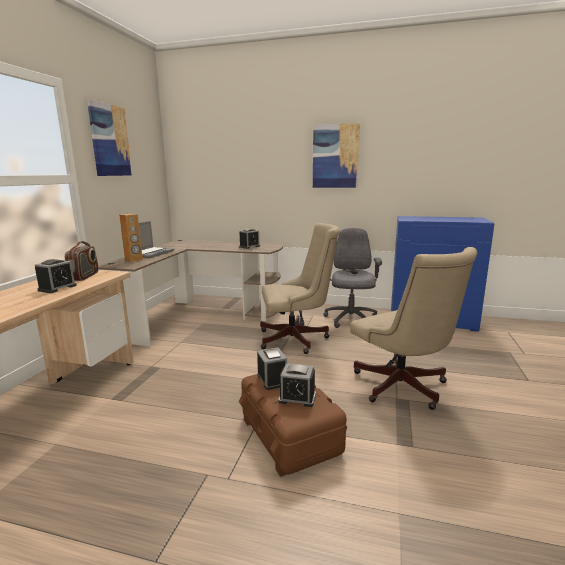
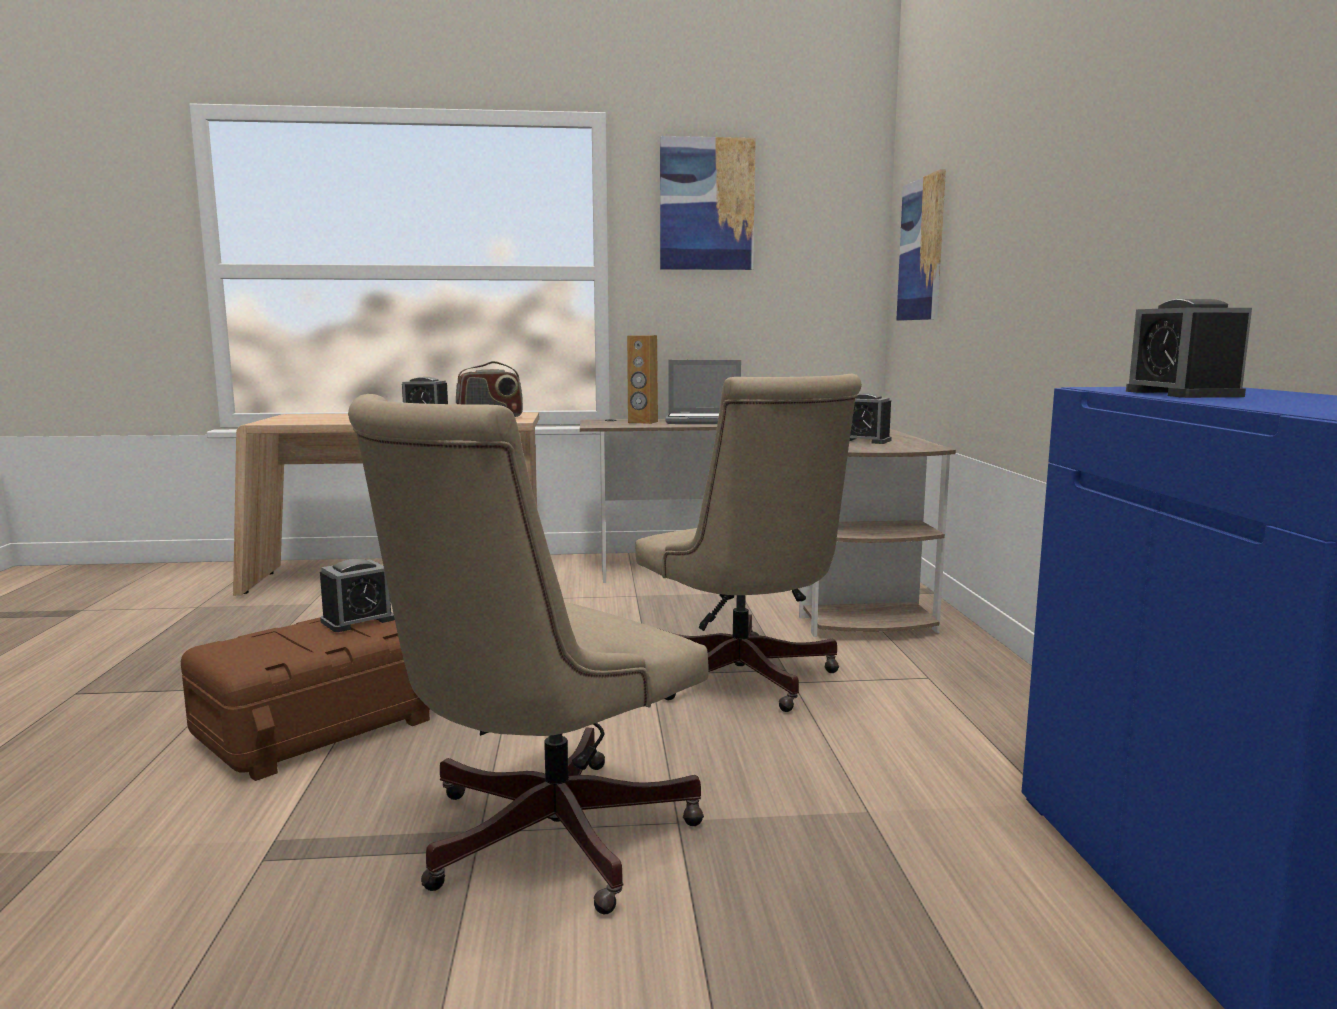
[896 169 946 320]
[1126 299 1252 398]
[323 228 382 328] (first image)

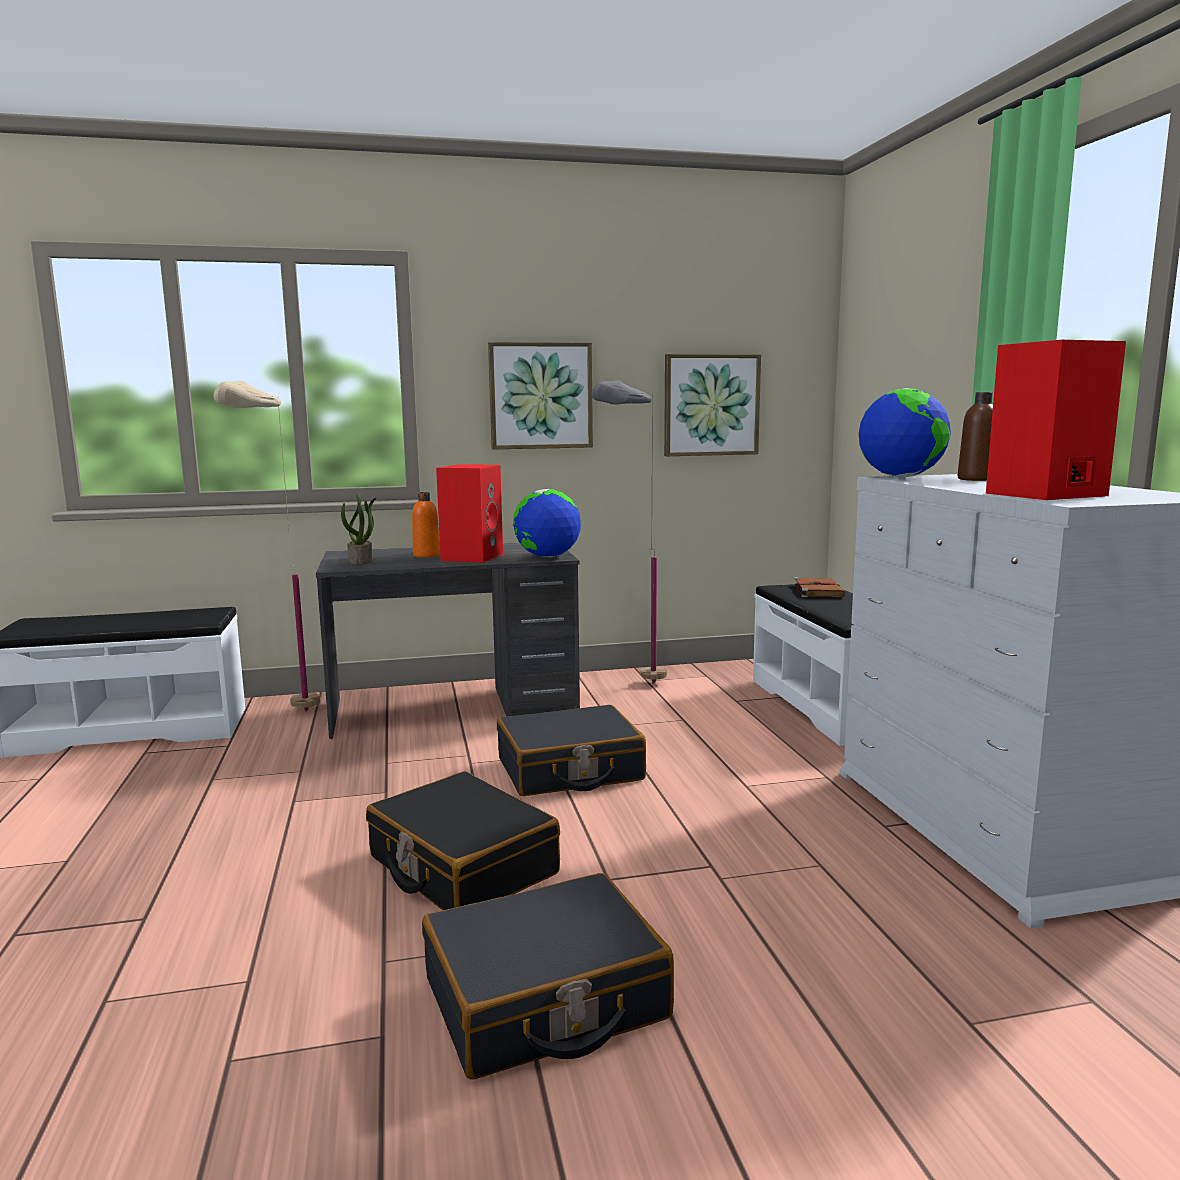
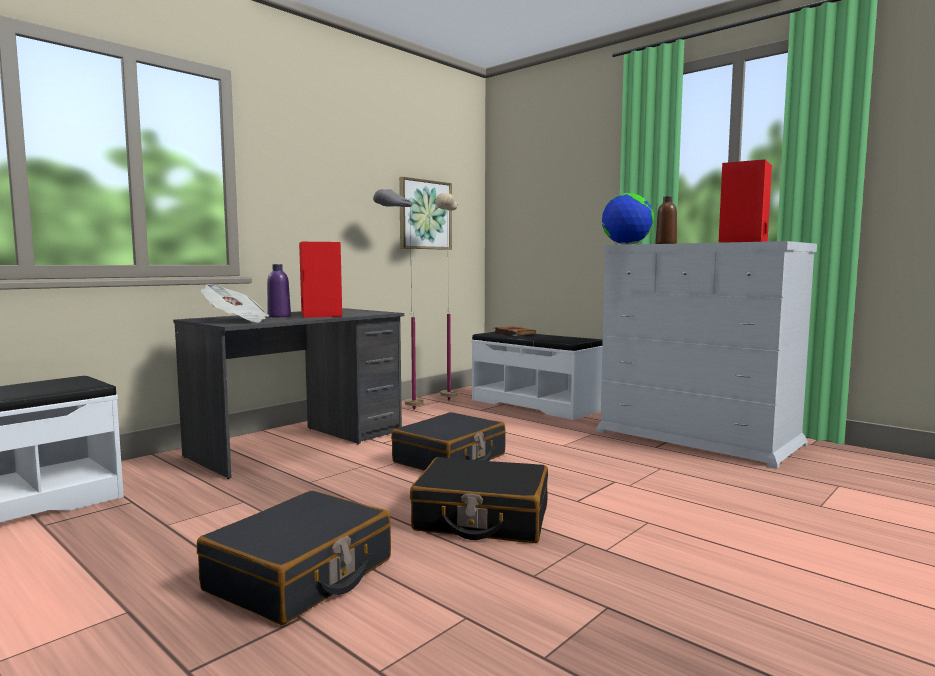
[197 491 391 625]
[201 284 269 322]
[267 264 291 317]
[435 193 458 400]
[488 342 593 449] (first image)
[513 489 581 557] (first image)

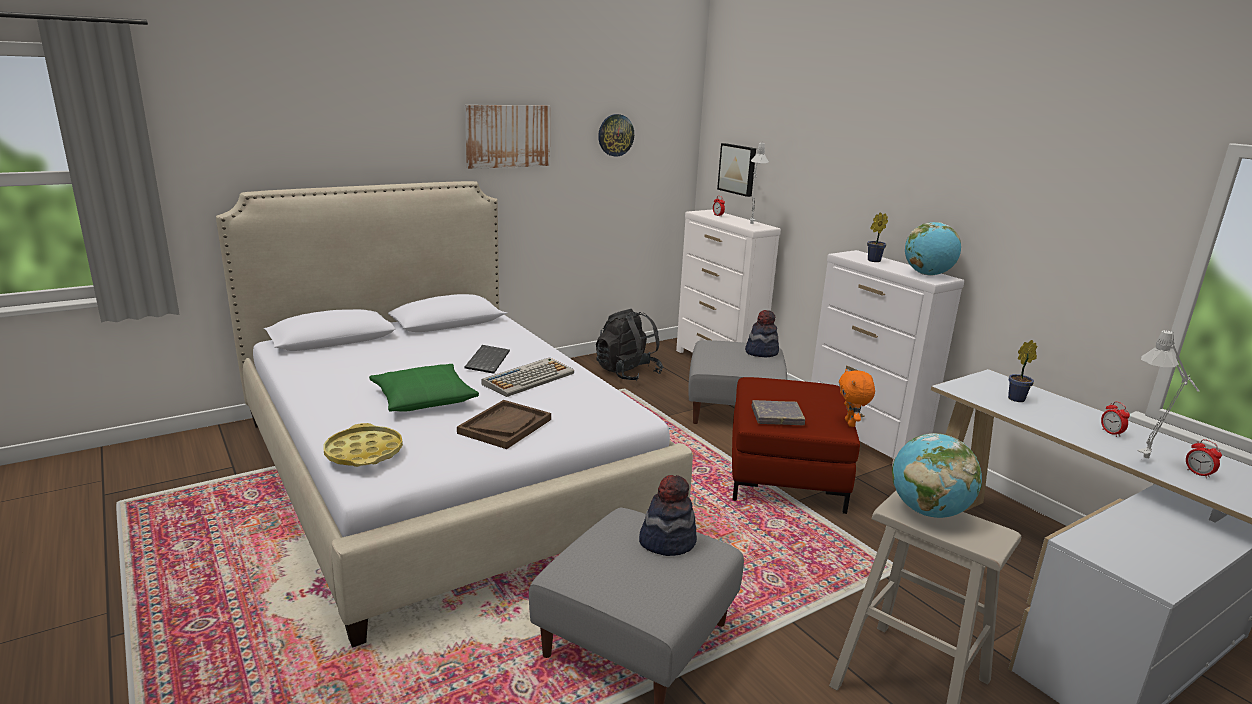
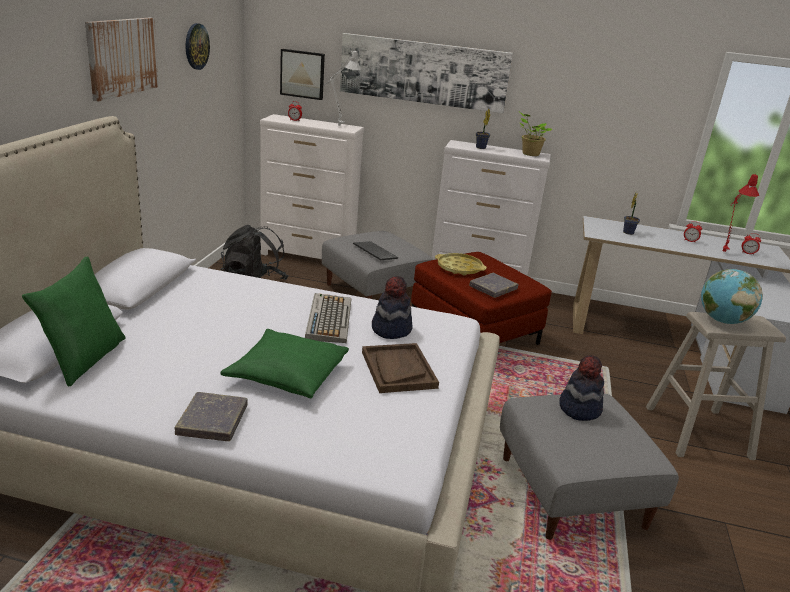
[22 256 126 386]
[174 392 248 441]
[340 33 513 113]
[353 241 398 260]
[372 276 412 339]
[435 253 487 276]
[518 111 552 156]
[723 173 759 252]
[839 369 875 427] (first image)

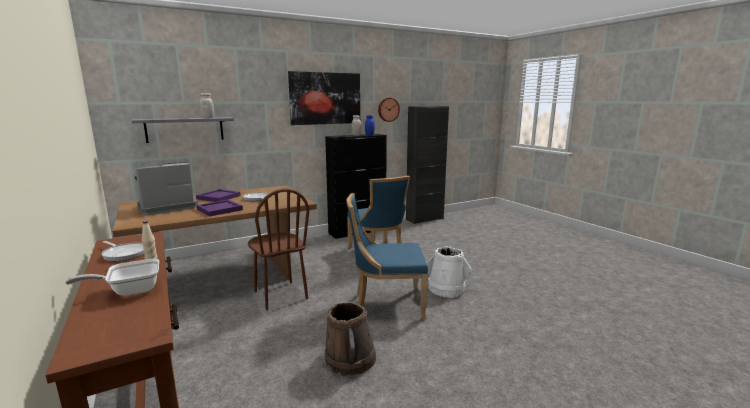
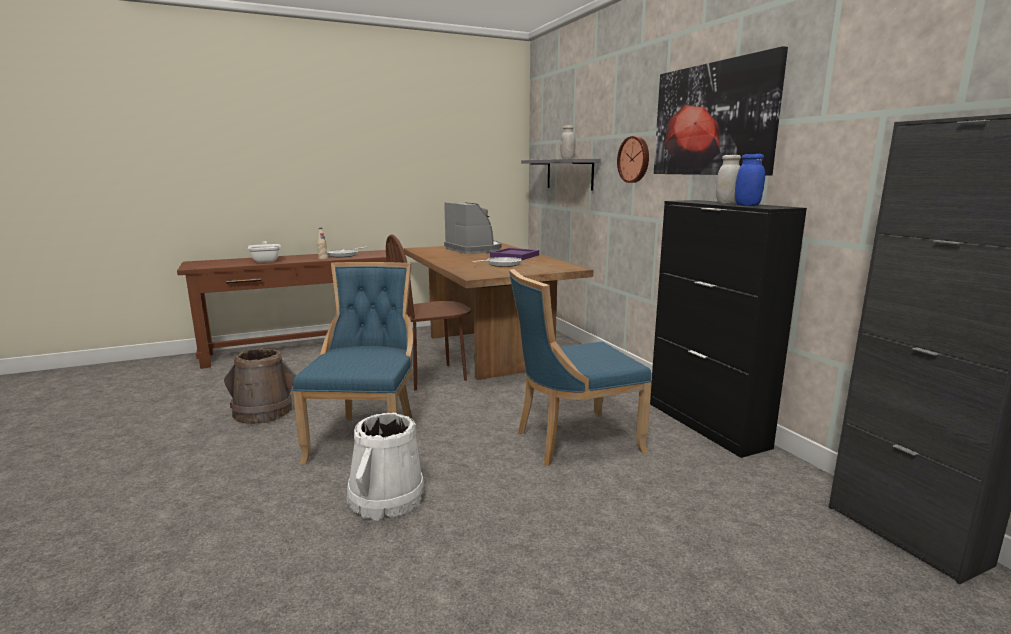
[617 136 649 183]
[197 200 243 216] (first image)

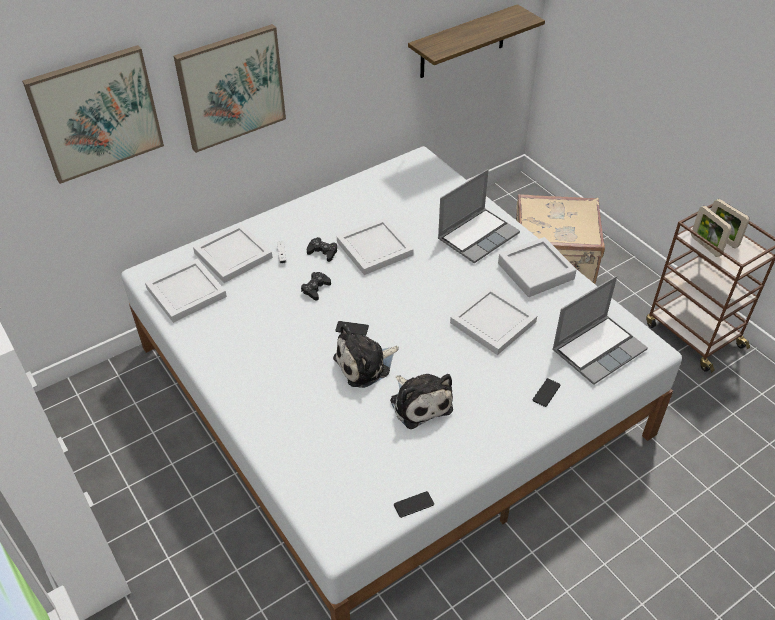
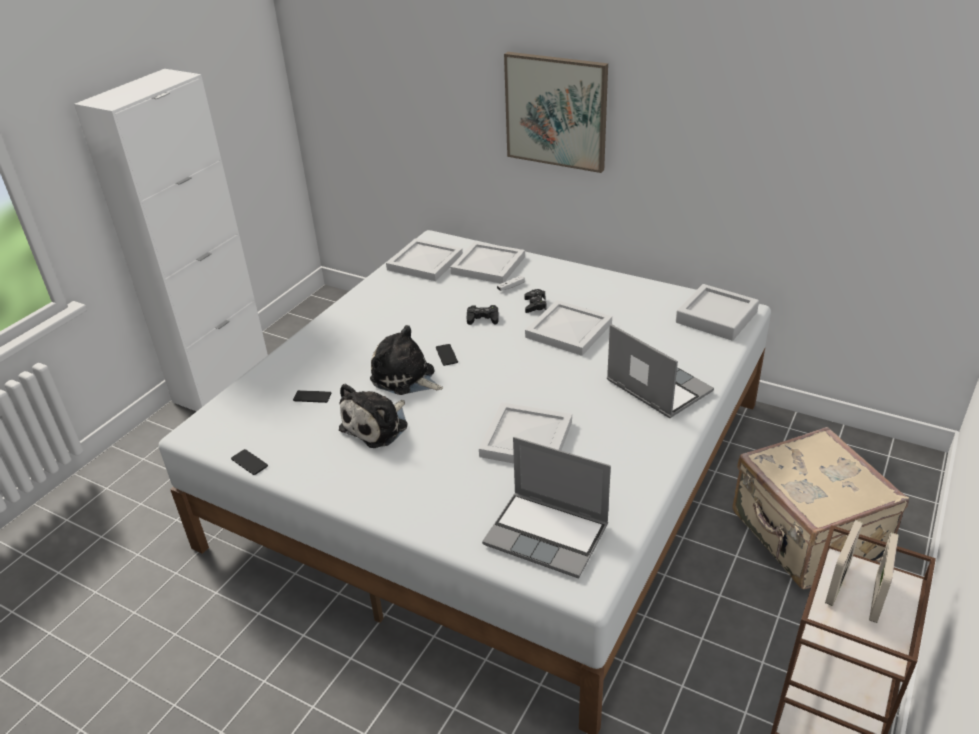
[293 390 331 403]
[607 324 714 418]
[676 284 759 341]
[22 45 164 184] (first image)
[408 4 545 78] (first image)

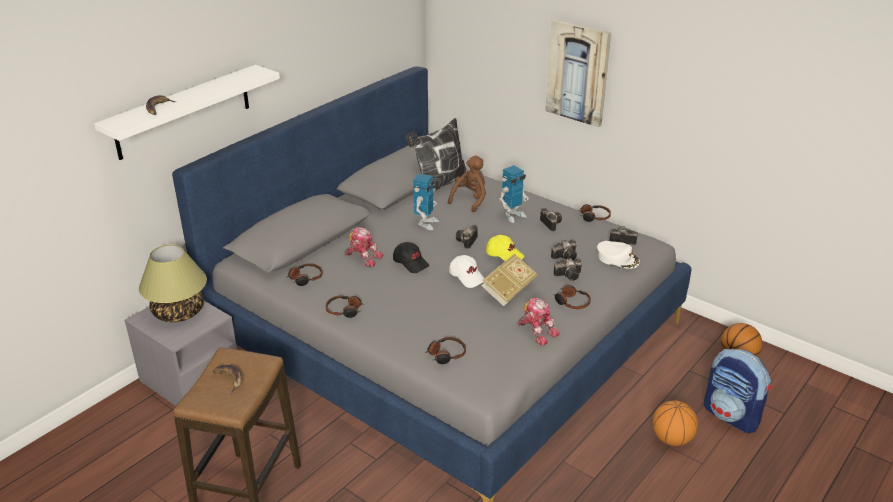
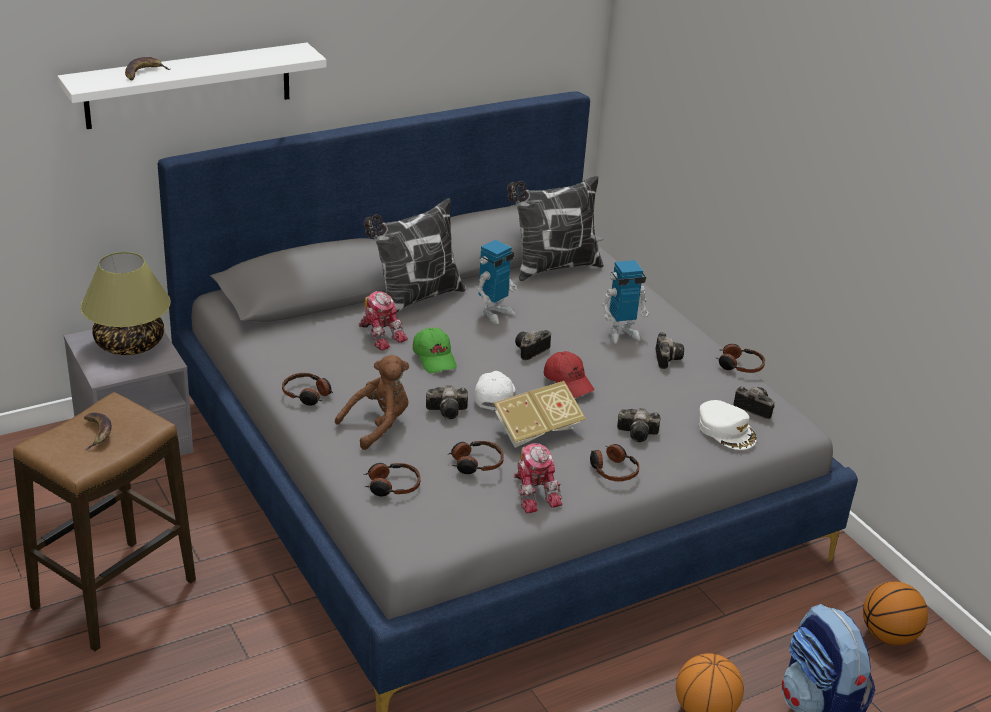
[335 355 409 450]
[364 198 466 315]
[413 328 457 373]
[426 385 468 419]
[447 441 504 474]
[474 371 515 411]
[544 351 594 398]
[545 19 611 127] (first image)

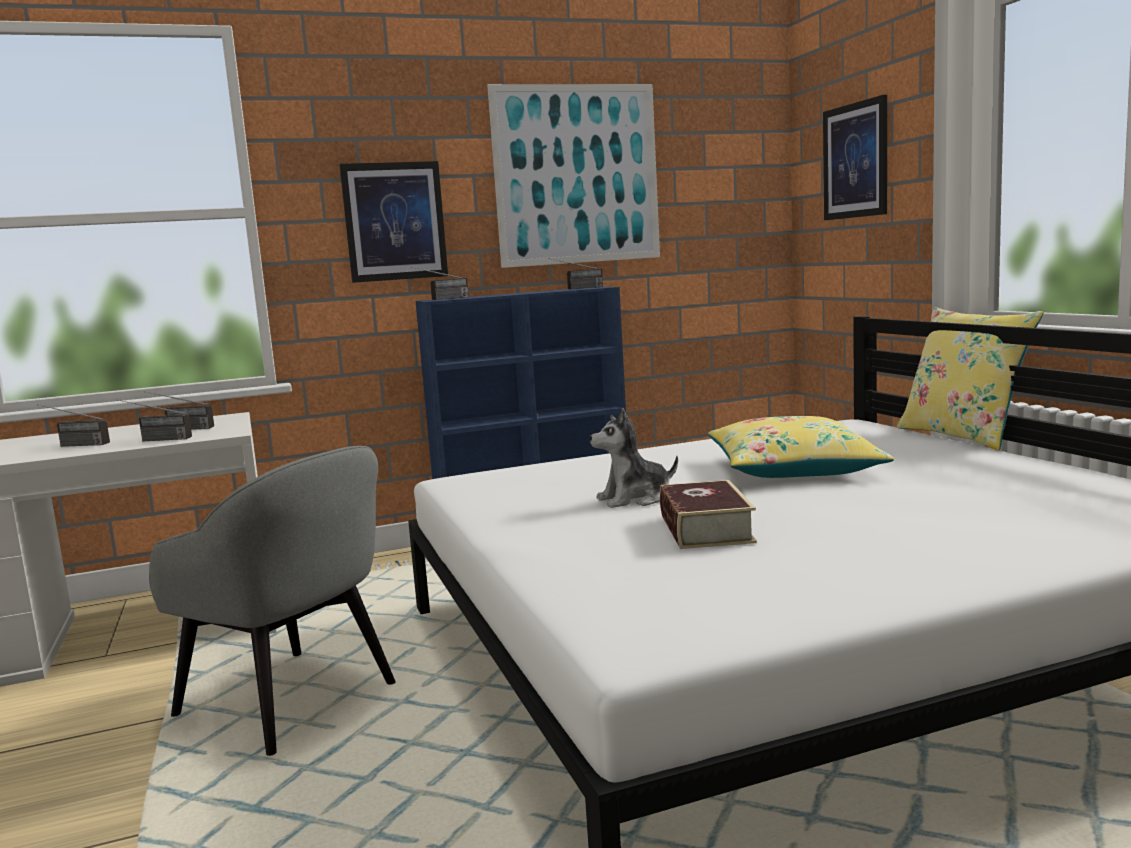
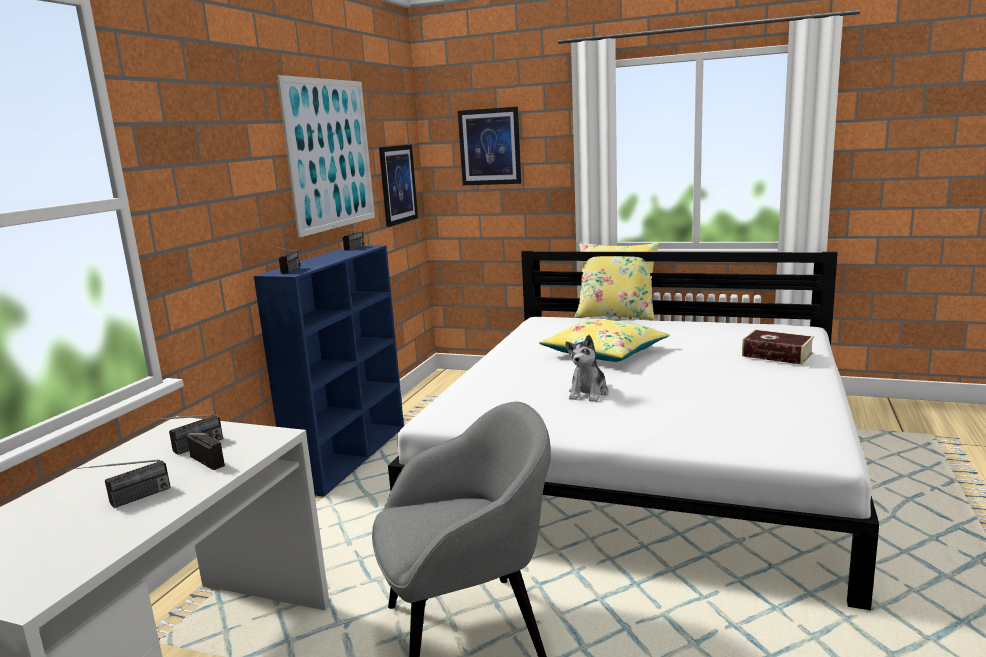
[187 431 225 470]
[379 145 418 227]
[742 329 814 365]

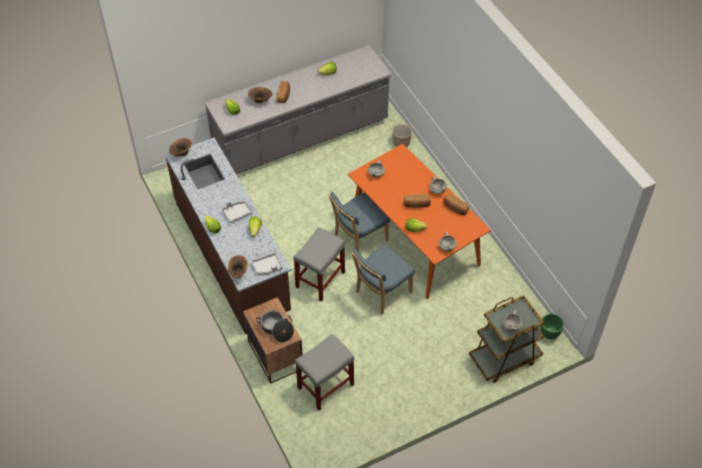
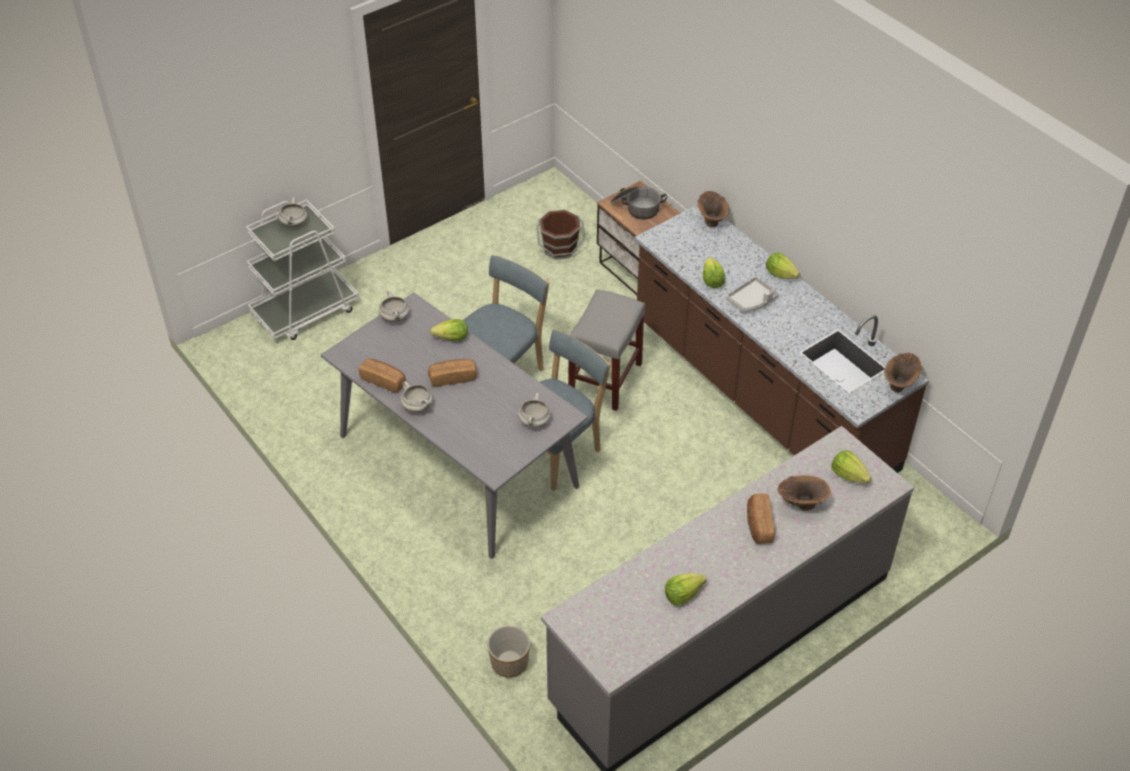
[246 199 359 340]
[321 292 588 559]
[536 209 585 259]
[251 253 283 275] (first image)
[540 313 564 339] (first image)

